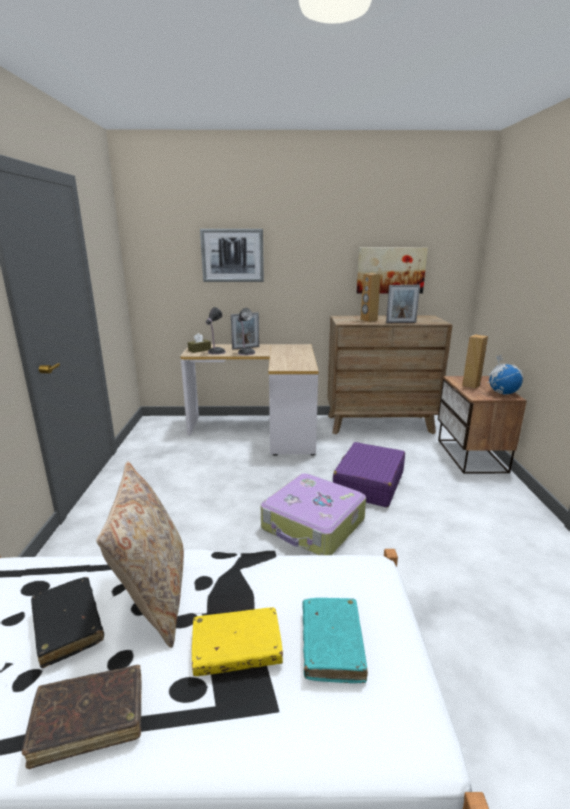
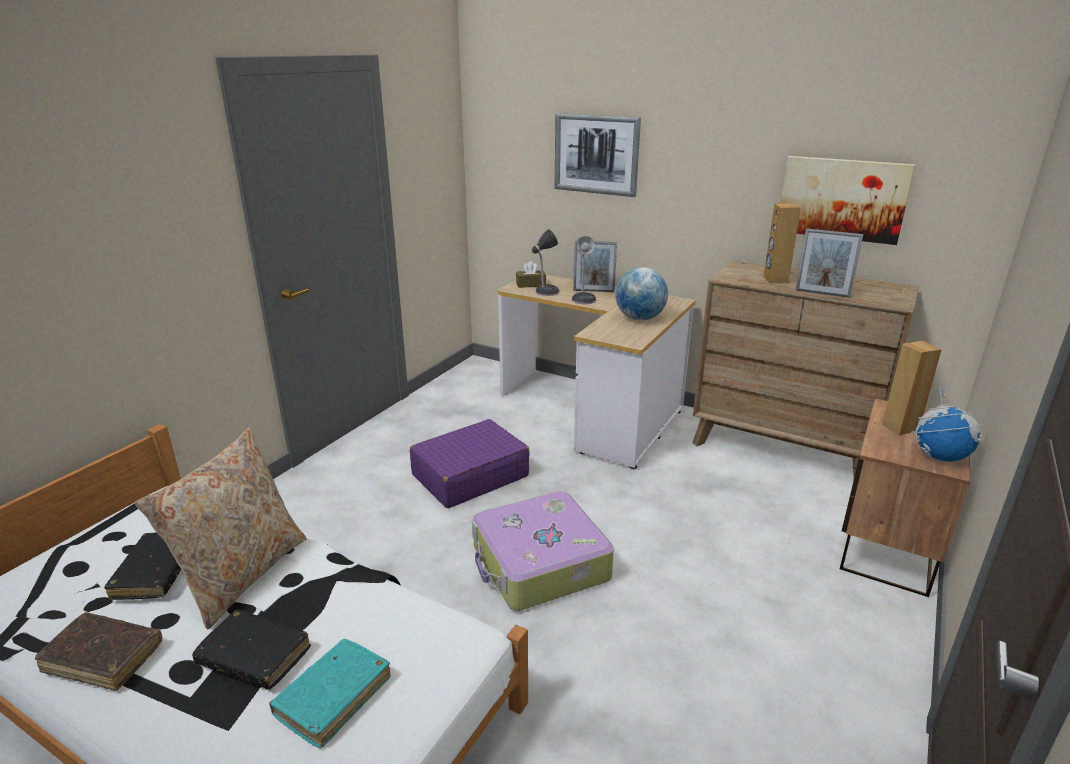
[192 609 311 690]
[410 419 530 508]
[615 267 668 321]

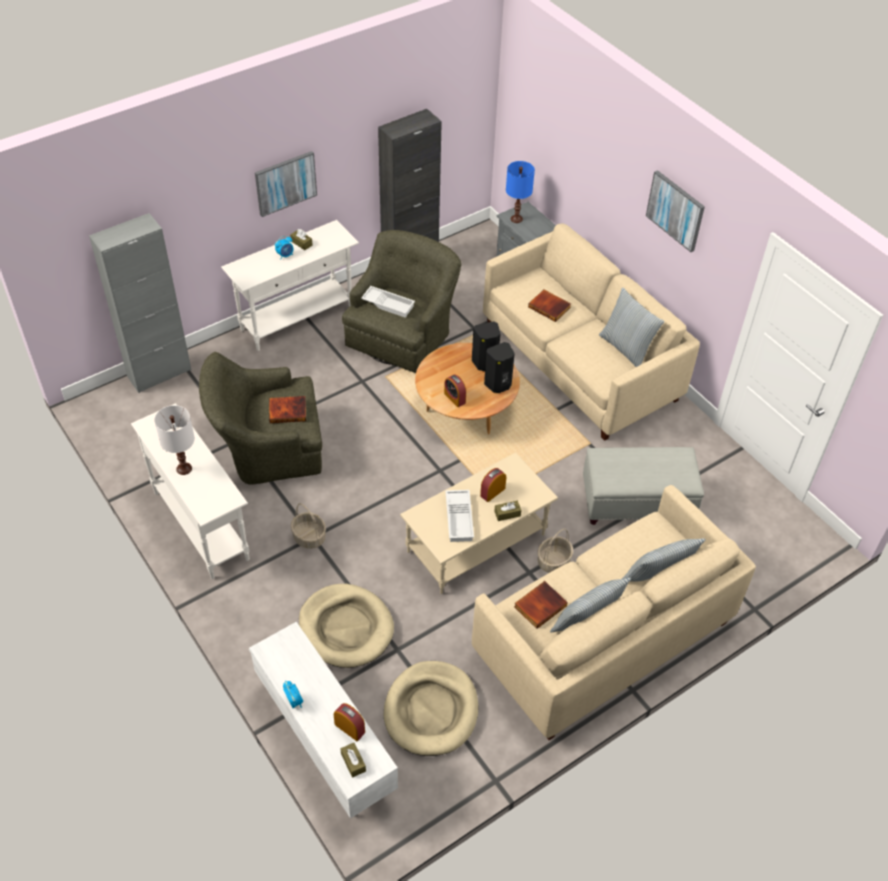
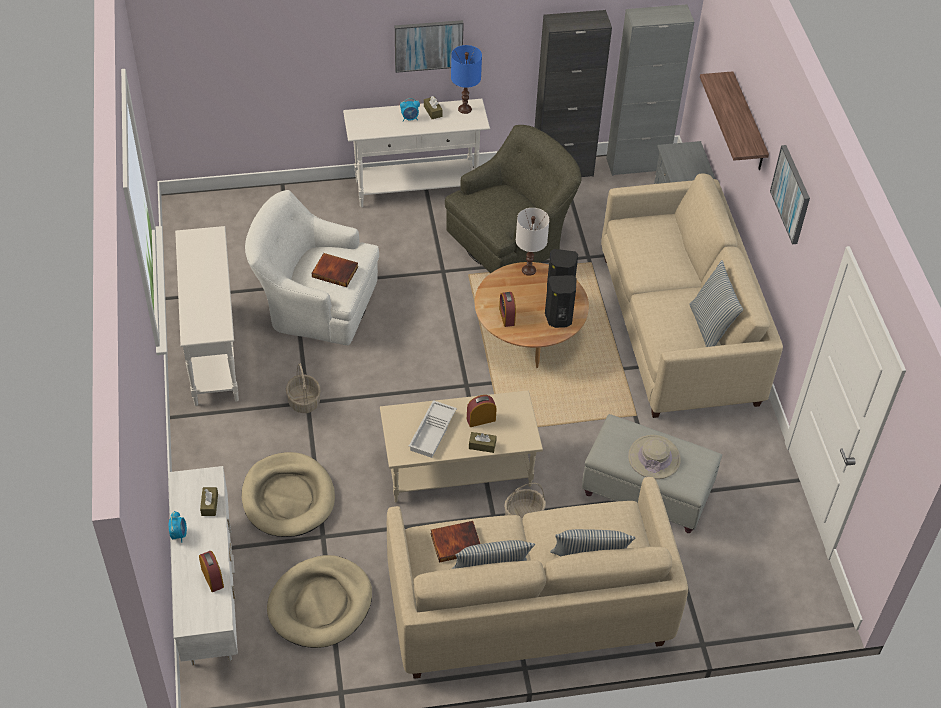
[200 487 218 516]
[245 190 379 345]
[451 45 482 114]
[516 208 550 276]
[606 4 694 176]
[628 435 681 479]
[700 71 769 170]
[361 286 415 318] (first image)
[528 290 571 322] (first image)

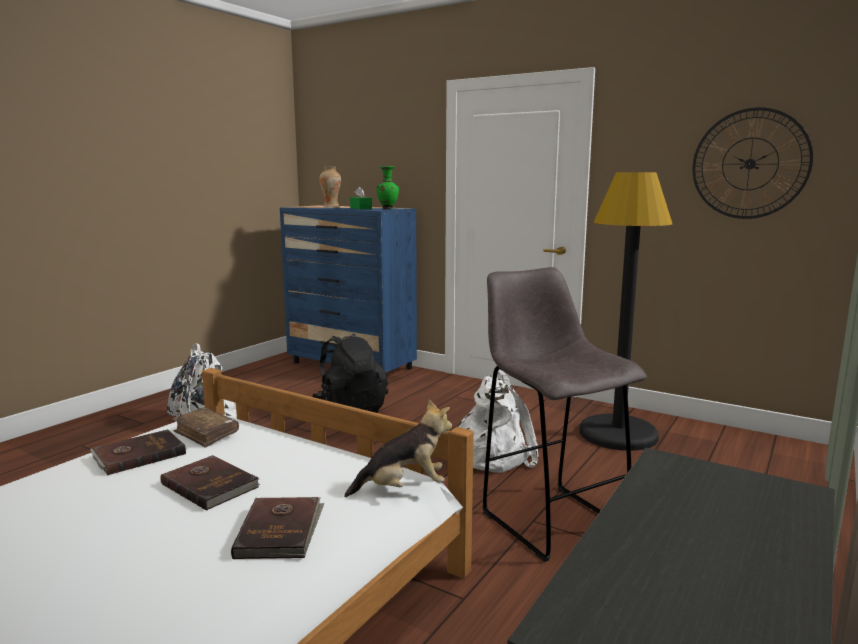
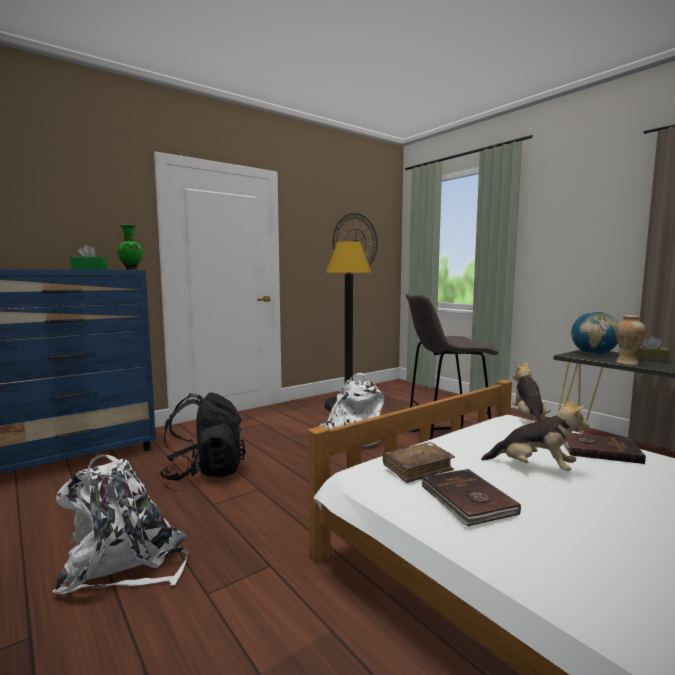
[481 397 589 471]
[571 311 618 354]
[615 315 646 365]
[637 336 669 363]

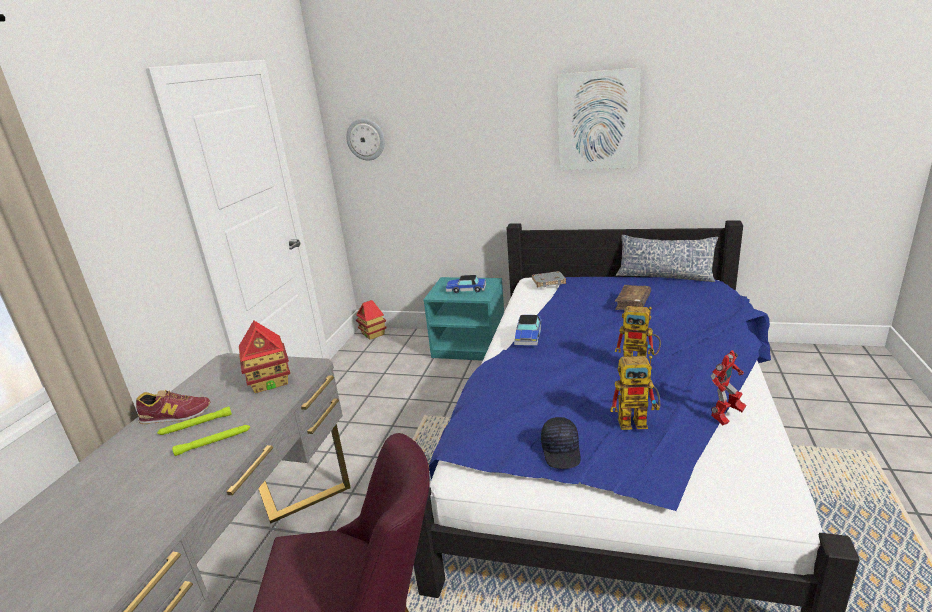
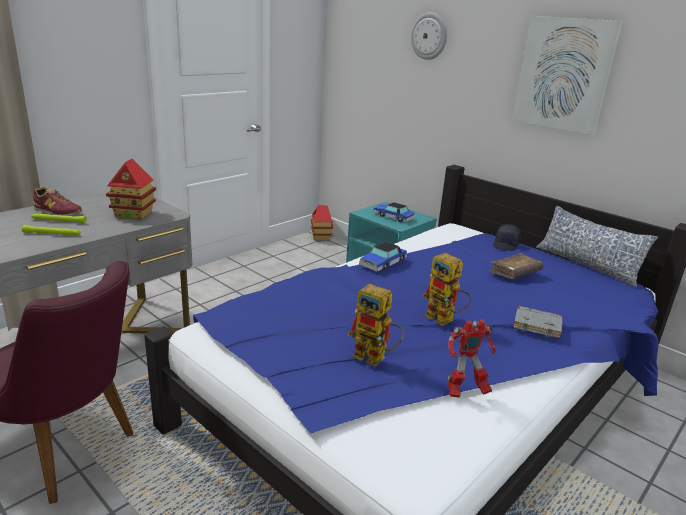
[411 12 447 60]
[493 224 521 251]
[513 306 562 338]

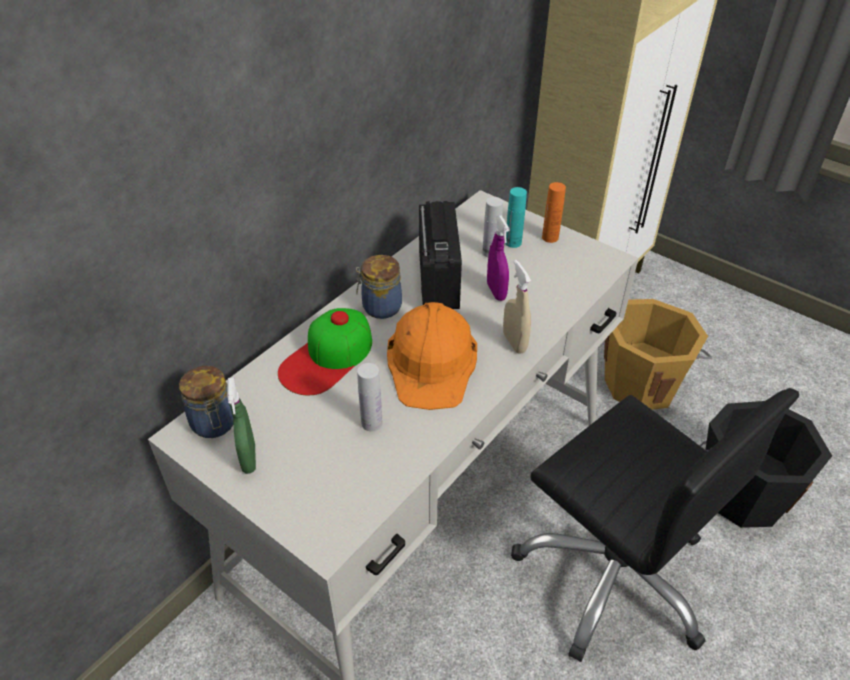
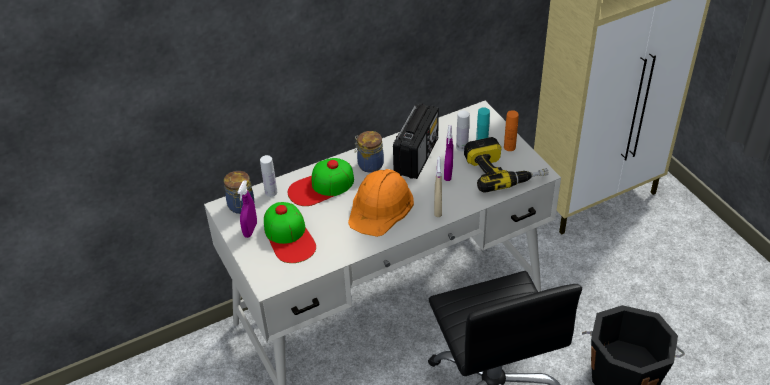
[237 180 257 238]
[260 155 277 197]
[264 202 316 263]
[464 137 549 193]
[604 299 712 410] (first image)

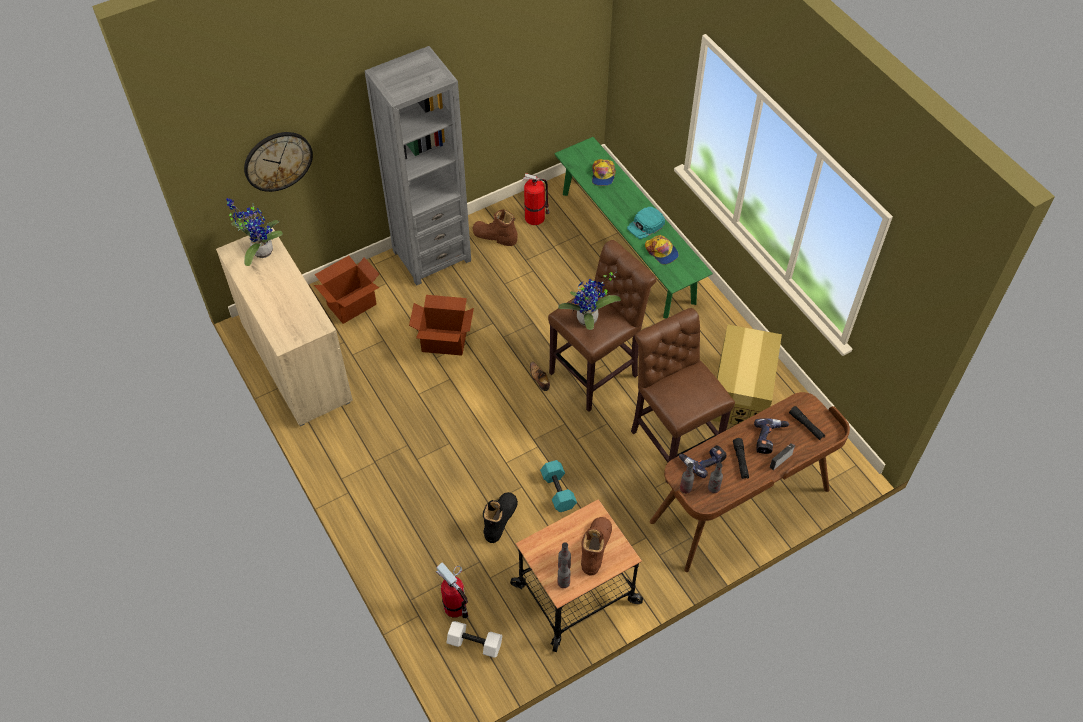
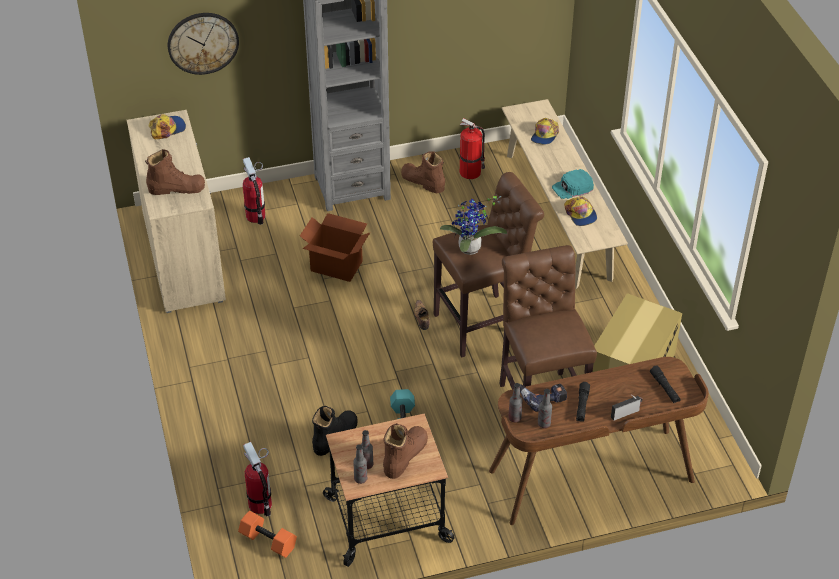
[145 149 205 195]
[148 114 186 139]
[238 511 297 558]
[243 157 265 225]
[502 99 628 289]
[754 419 789 454] (first image)

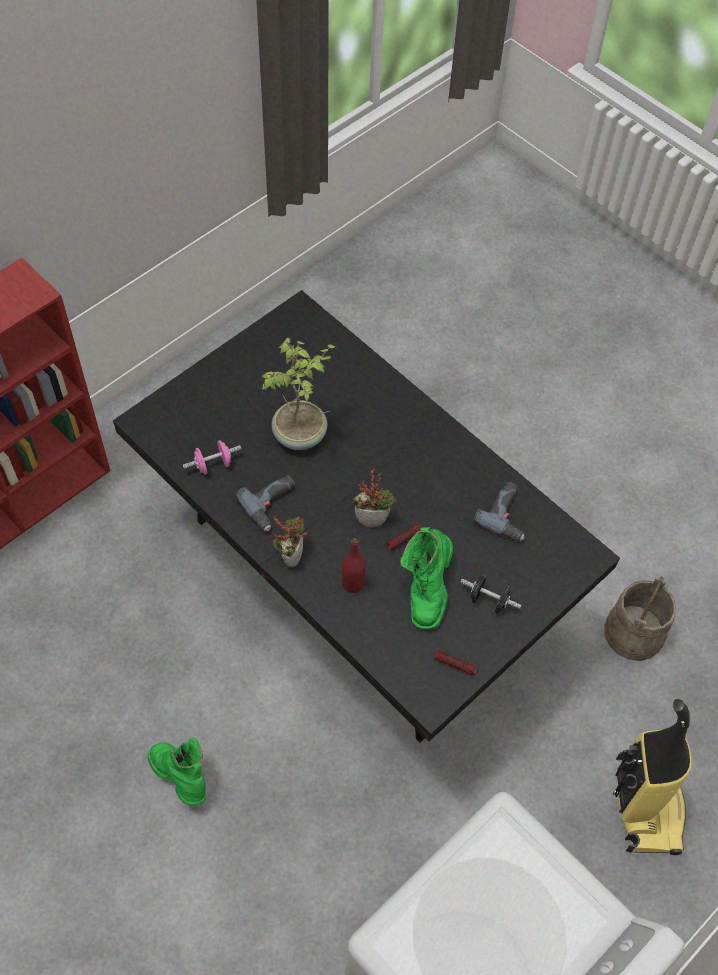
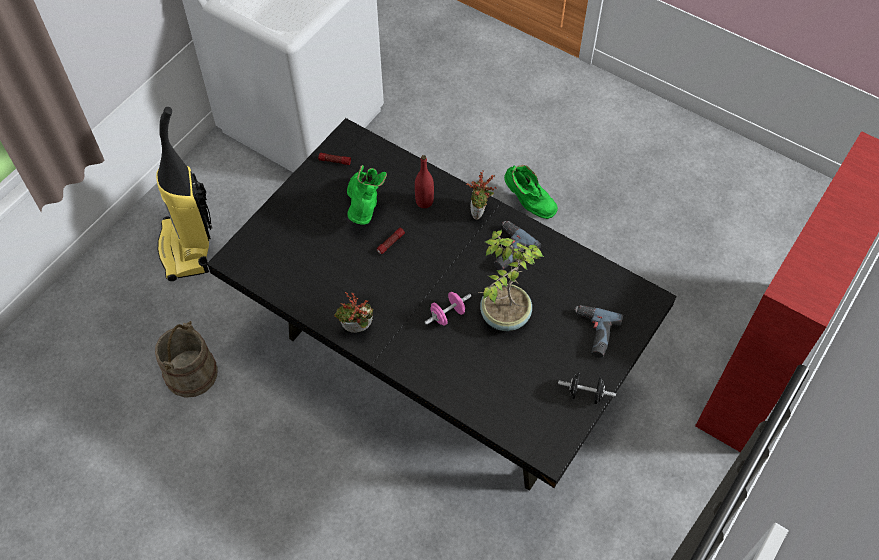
[334 292 373 333]
[425 292 472 326]
[558 373 616 404]
[575 305 623 358]

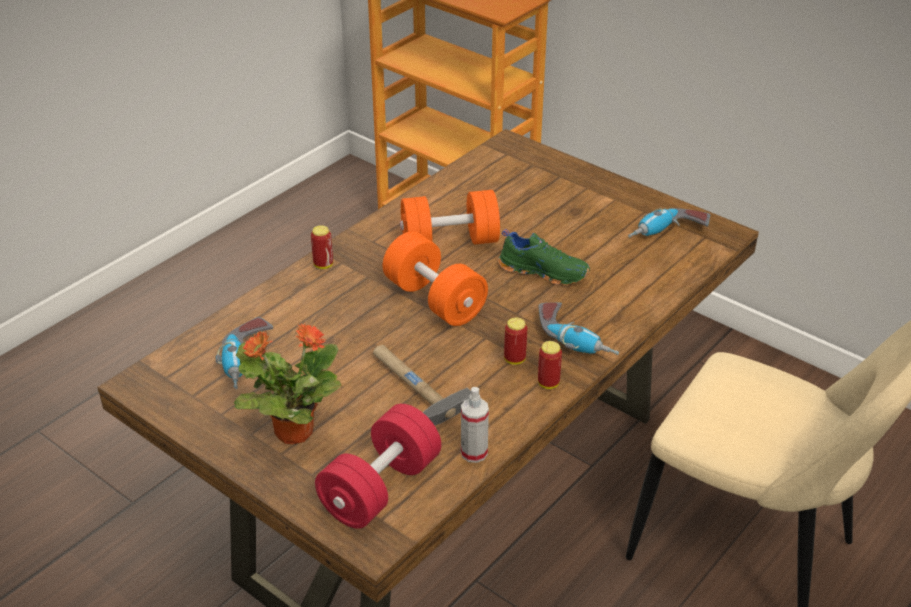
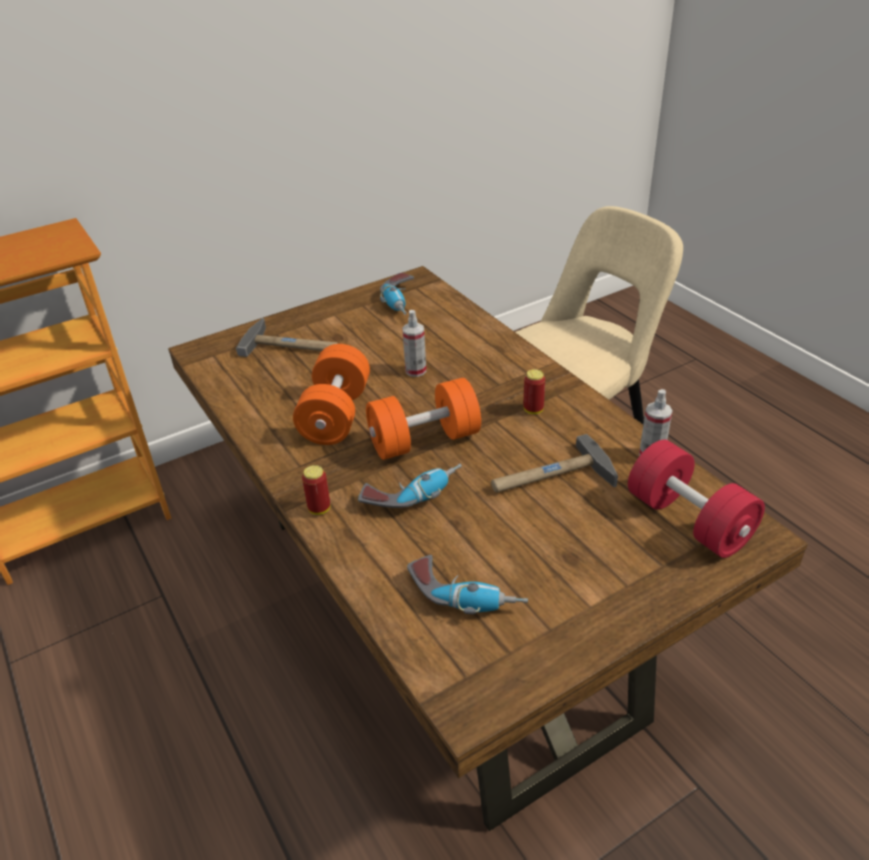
[236 318 338 357]
[358 464 462 508]
[402 310 426 377]
[234 323 342 444] (first image)
[538 341 562 389] (first image)

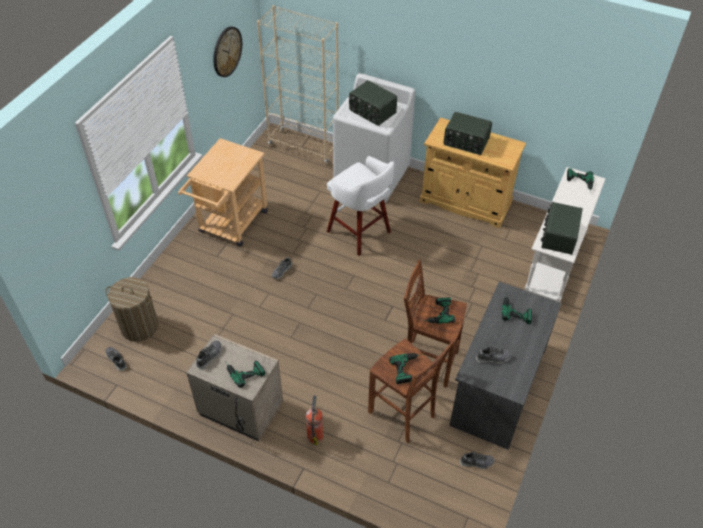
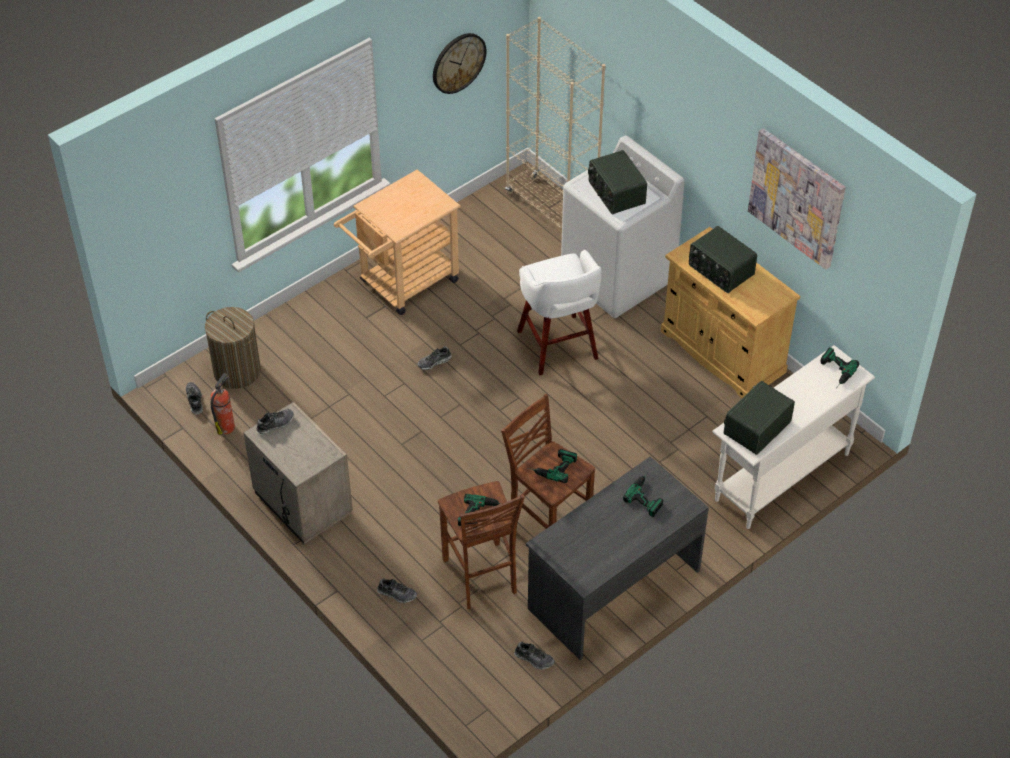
[210 373 235 435]
[377 578 417 603]
[748 128 846 270]
[225 361 265 388] (first image)

